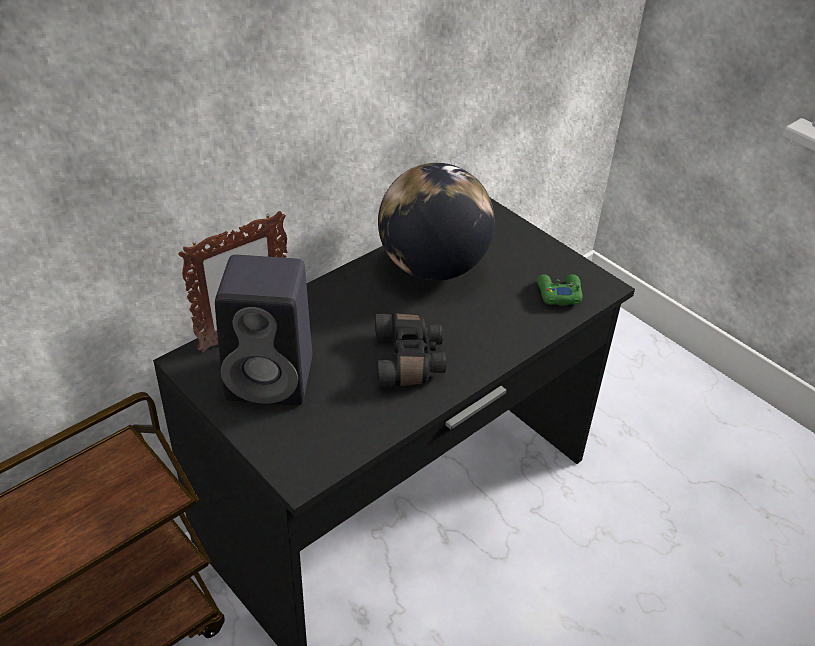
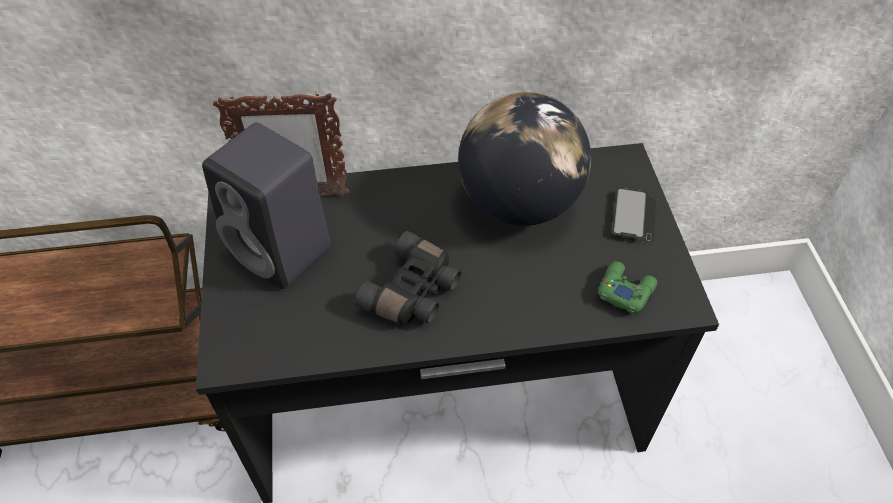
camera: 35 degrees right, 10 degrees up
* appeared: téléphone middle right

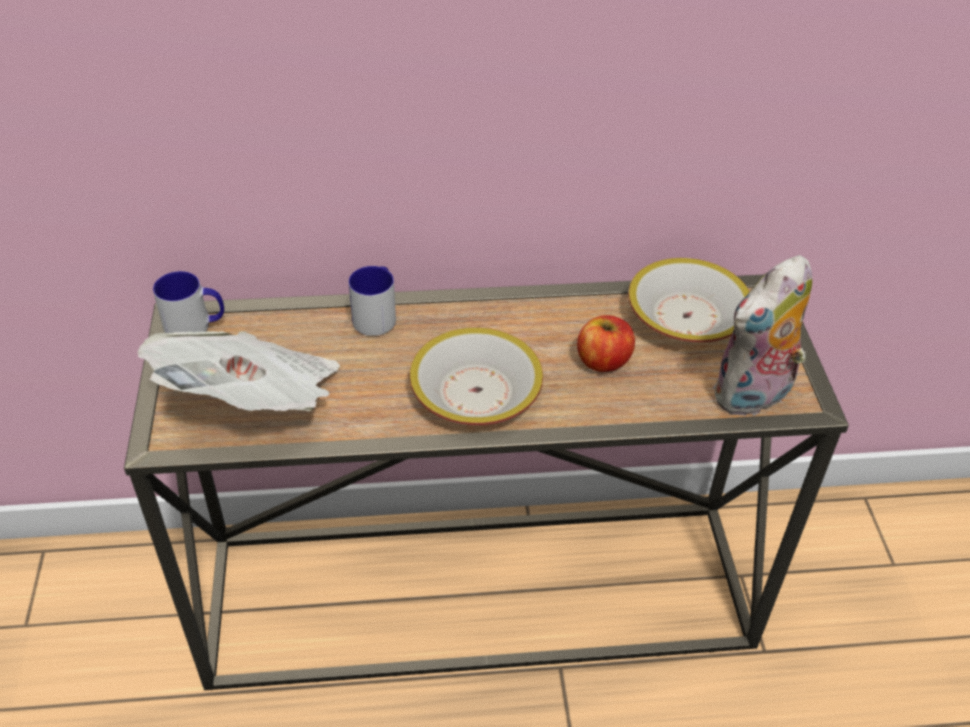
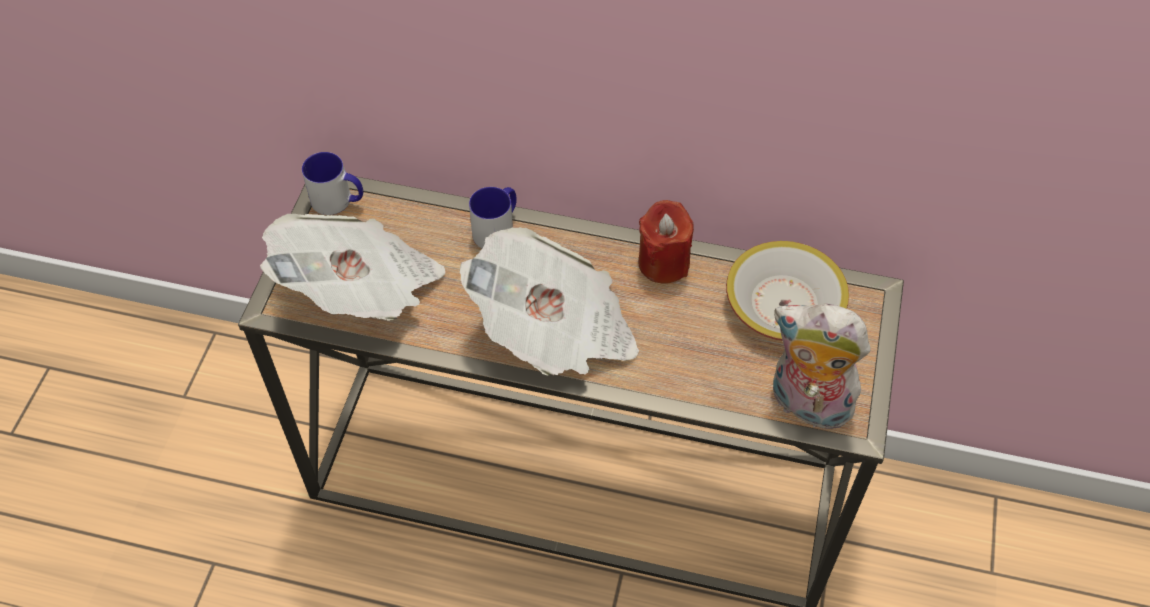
camera: 20 degrees right, 10 degrees up
* missing: pomme centre
* appeared: bougie [rouge] centre
* exchanged: bol (no. 1 from left) centre to journal (no. 2 from left) centre
* spun: peluche middle right = middle right 45 degrees clockwise

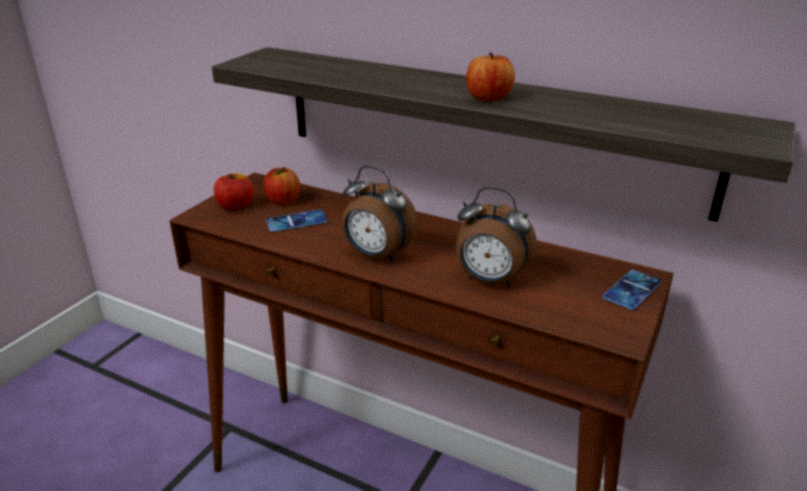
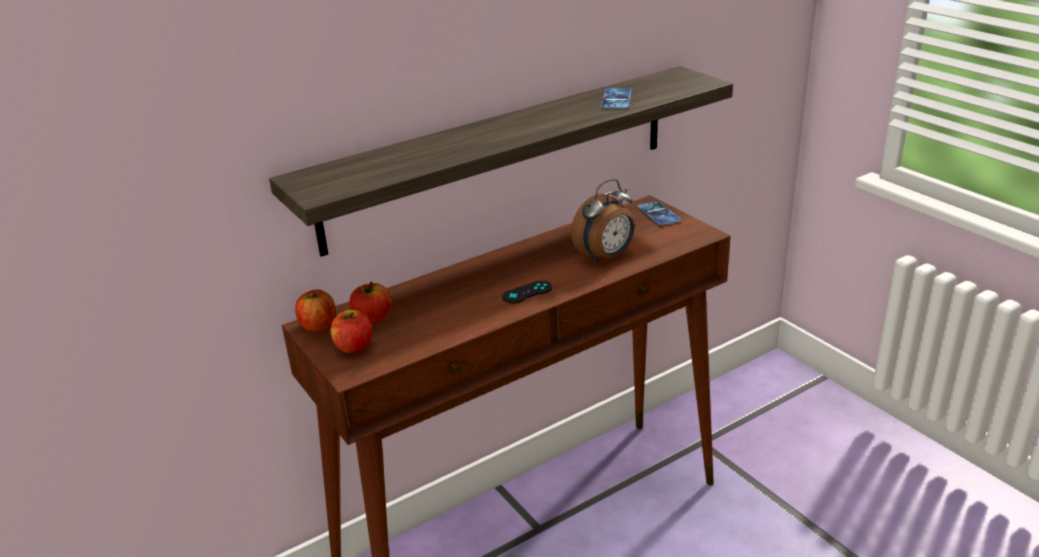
camera: 60 degrees left, 0 degrees up
* relocated: téléphone (no. 1 from left) centre to top centre
* relocated: pomme (no. 3 from left in the first image) top centre to pomme (no. 1 from left) middle left
* exchanged: réveil (no. 1 from left) centre to manette [noir] centre

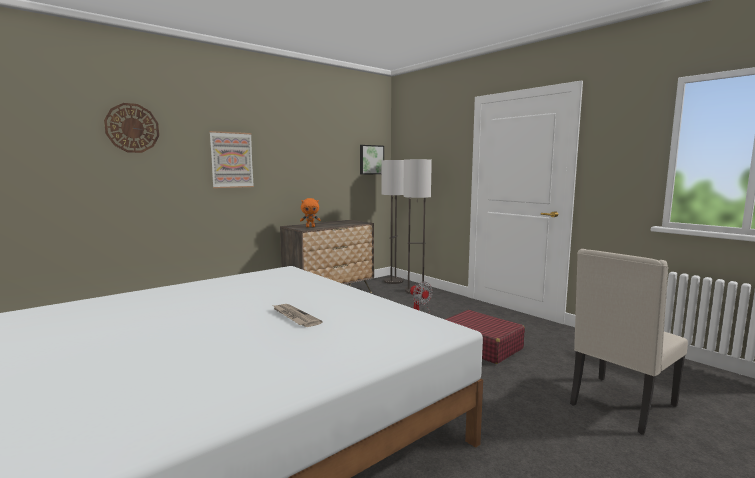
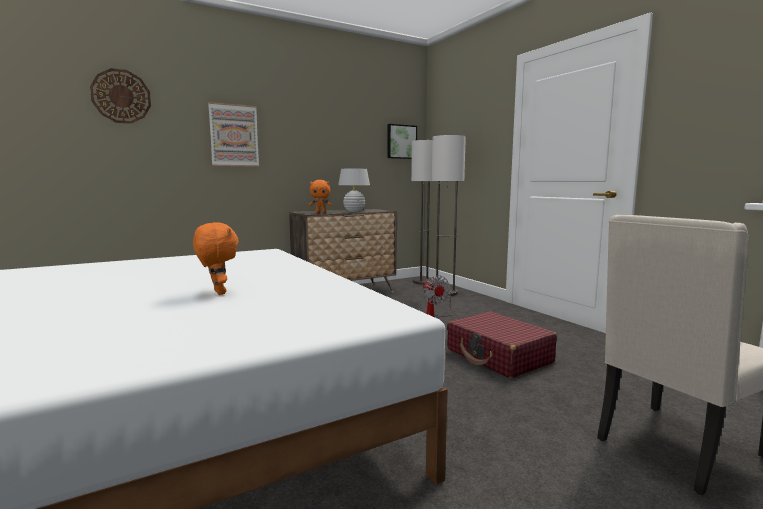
camera: 10 degrees right, 0 degrees up
* appeared: lampe de table [blanc] centre
* exchanged: journal centre to peluche [orange] (no. 1 from left) middle left

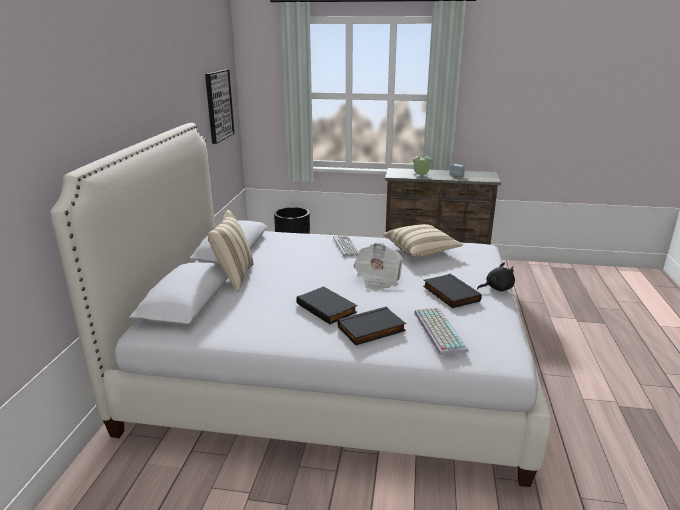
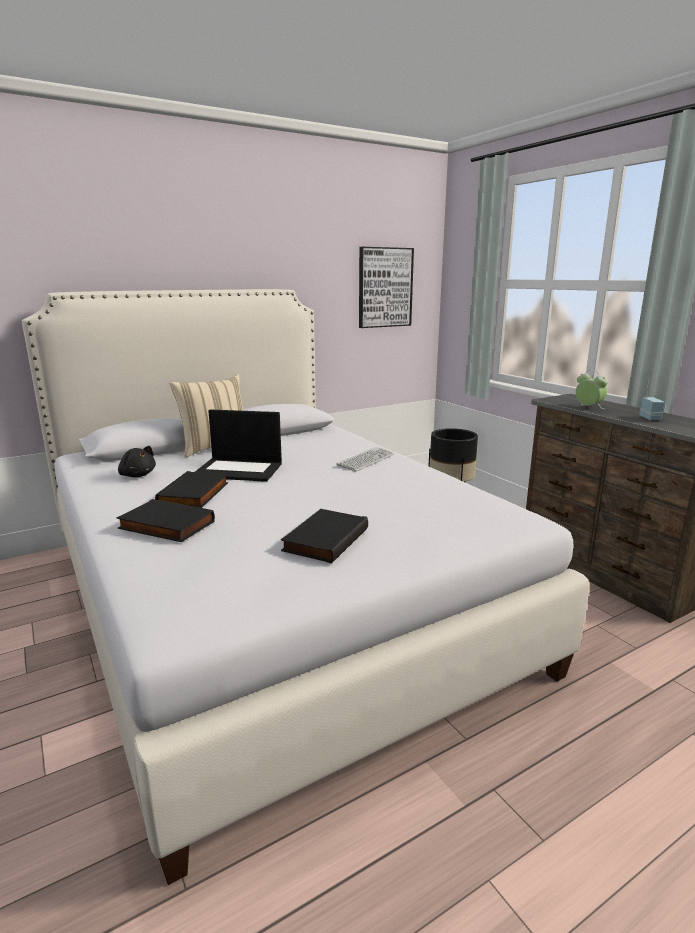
camera: 50 degrees right, 5 degrees down
* missing: journal centre
* missing: coussin [beige] (no. 2 from left) centre
* missing: clavier (no. 2 from left) centre
* appeared: ordinateur portable centre
* relocated: peluche [noir] middle right to middle left

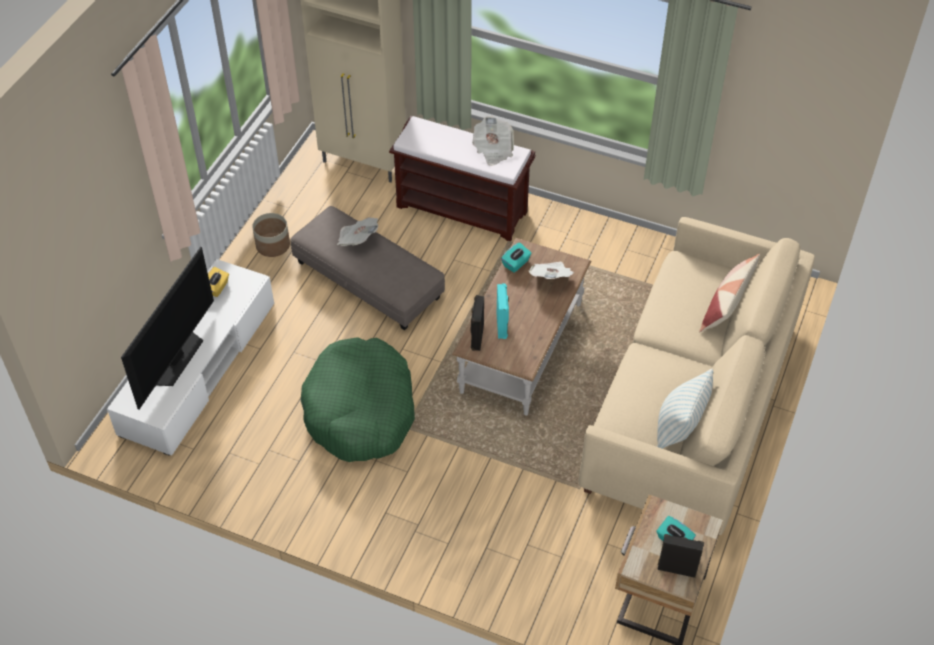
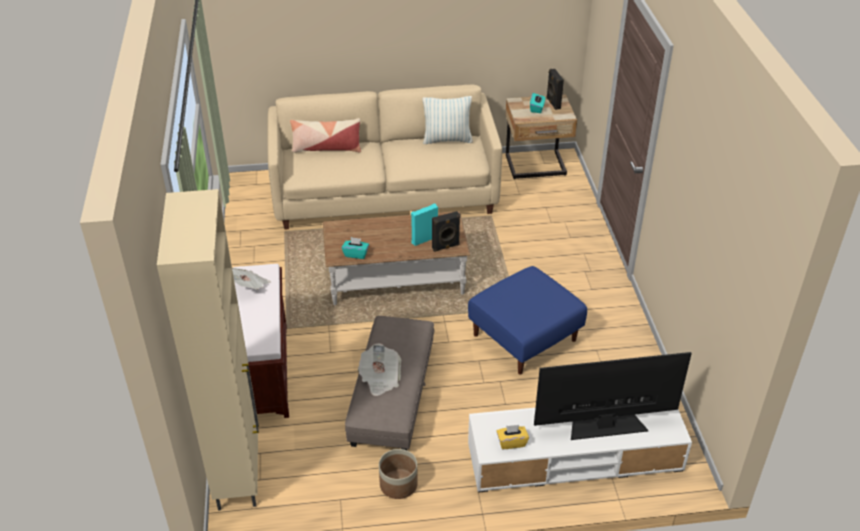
camera: 120 degrees left, 10 degrees down
* missing: journal (no. 3 from left) centre
* exchanged: panier pour chien [vert] centre to pouf [bleu] centre

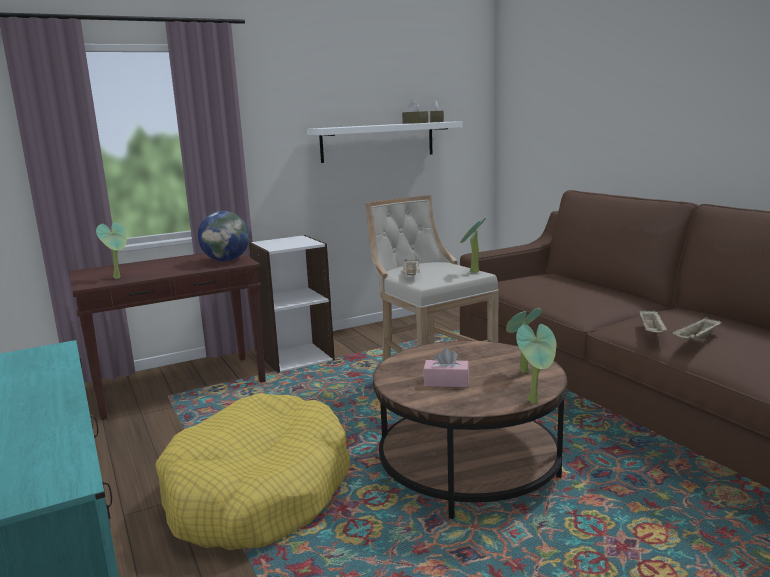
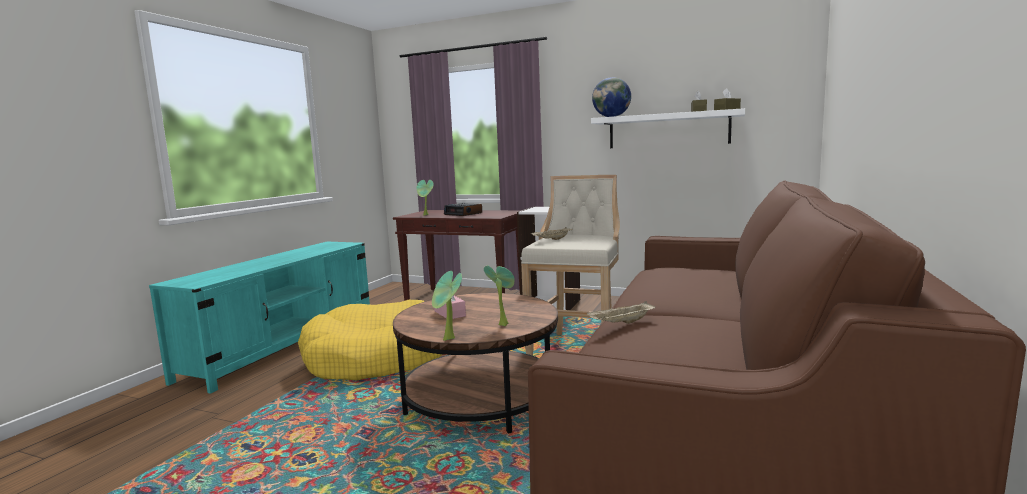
camera: 50 degrees right, 5 degrees down
* missing: plante en pot (no. 2 from left) centre
* missing: plateau [beige] (no. 3 from left) middle right
* appeared: réveil centre
* relocated: globe middle left to top centre

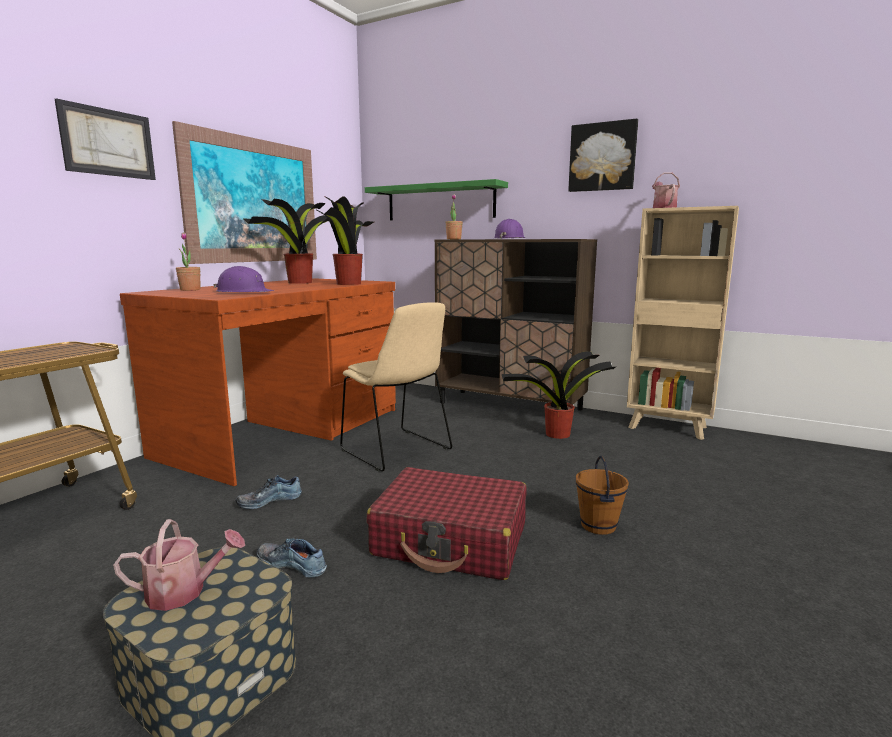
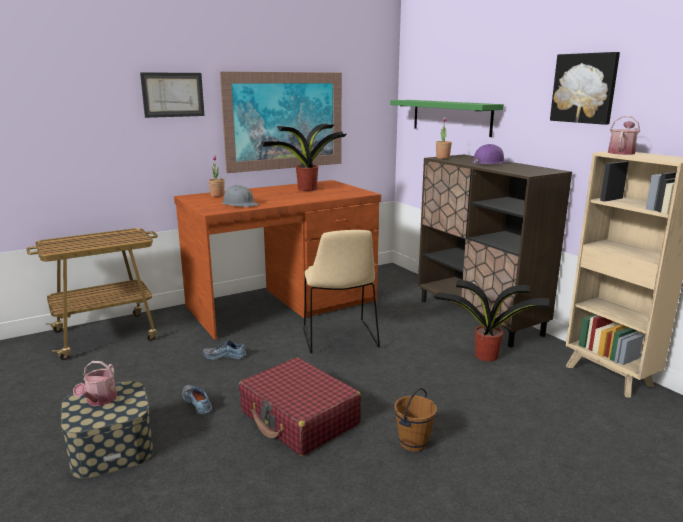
camera: 30 degrees right, 5 degrees up
* missing: plante en pot (no. 3 from left) top centre
* colour: casque de chantier [violet] (no. 1 from left) middle left to casque de chantier [gris] centre
* spun: arrosoir (no. 1 from left) bottom left = bottom left 75 degrees clockwise

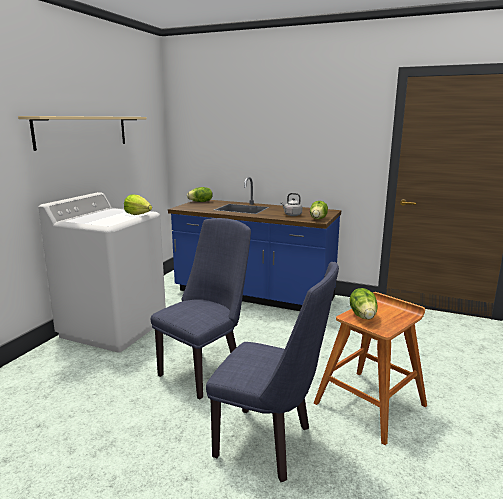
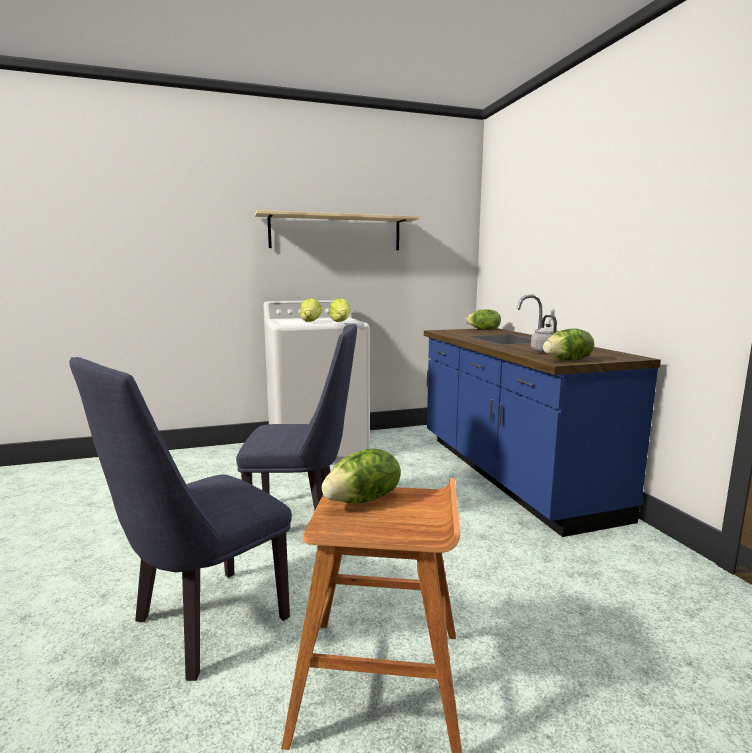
camera: 50 degrees right, 5 degrees down
* appeared: laitue (no. 1 from left) centre
* spun: chaise [bleu] (no. 2 from left in the first image) bottom centre = bottom left 60 degrees clockwise

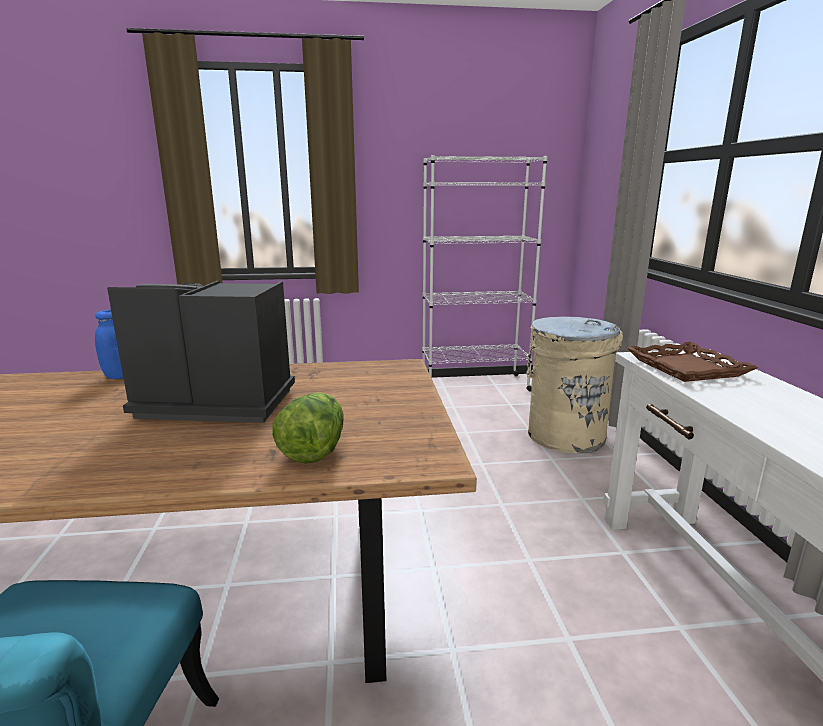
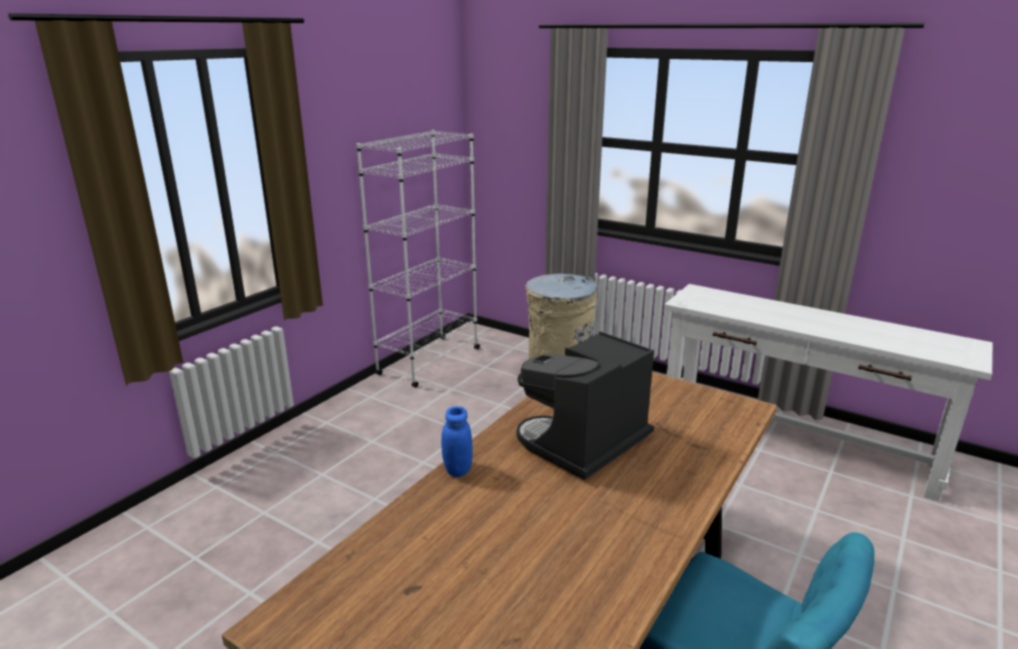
camera: 50 degrees left, 5 degrees up
* missing: laitue centre
* missing: plateau [marron] middle right

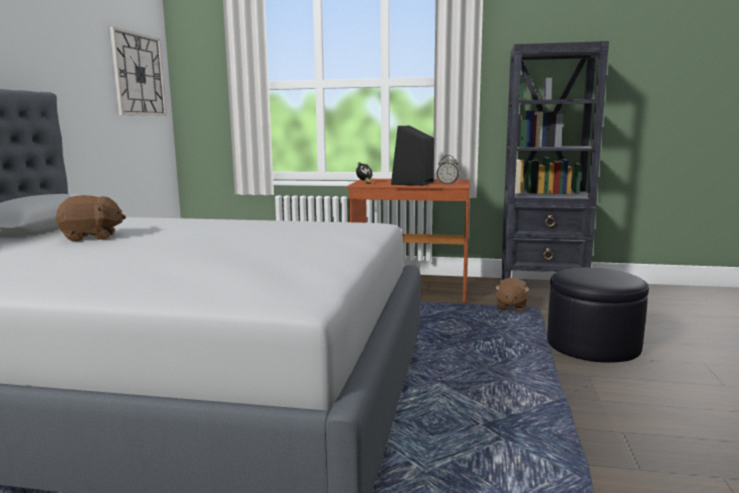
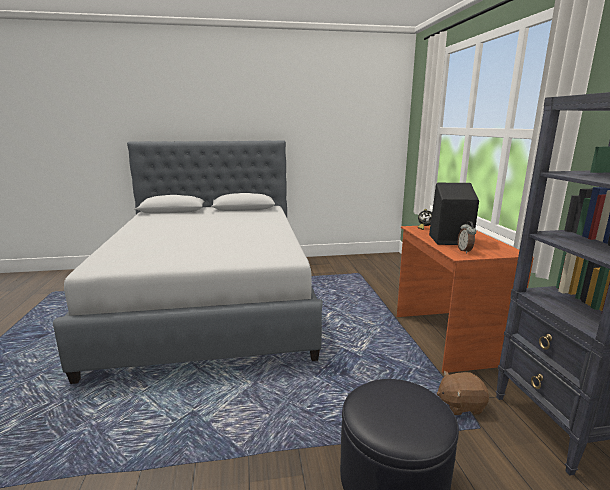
camera: 70 degrees right, 5 degrees up
* missing: peluche [marron] (no. 1 from left) middle left
* missing: horloge murale top left

